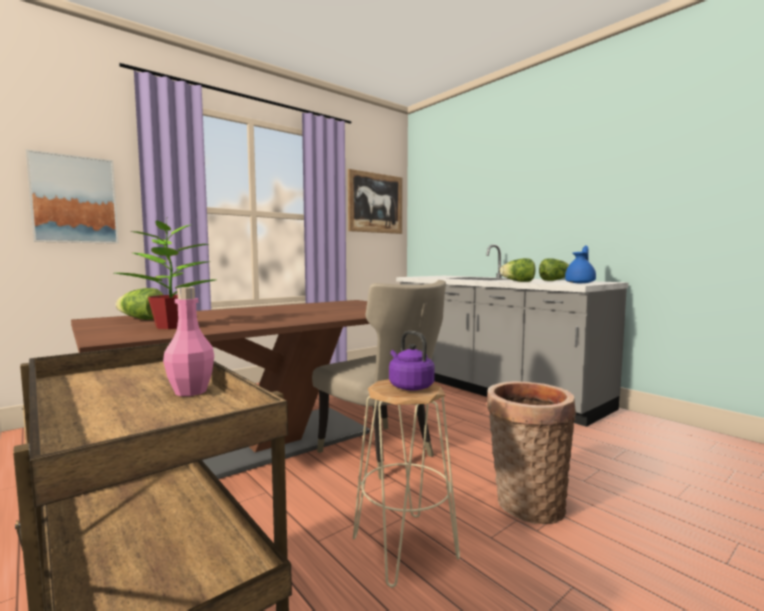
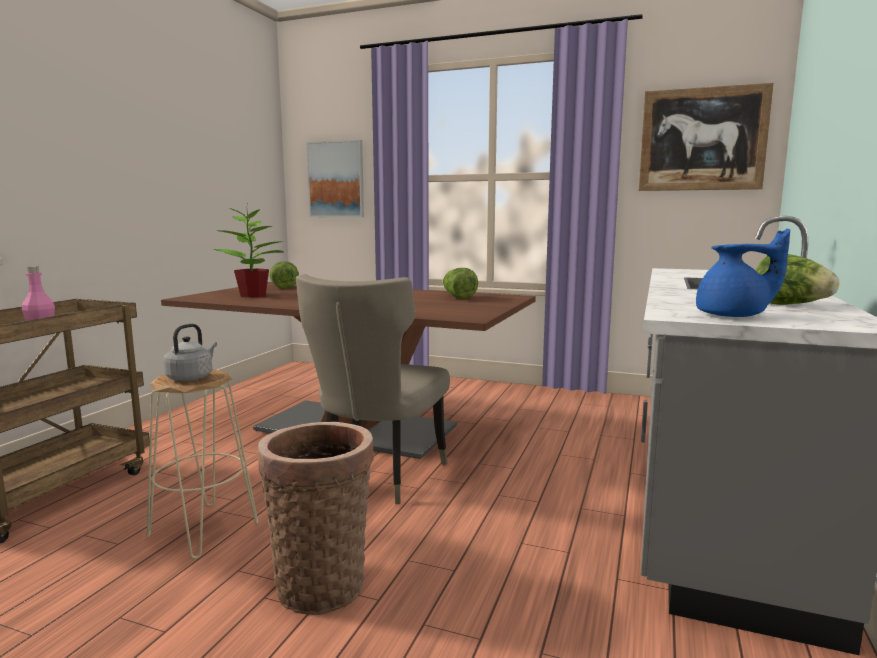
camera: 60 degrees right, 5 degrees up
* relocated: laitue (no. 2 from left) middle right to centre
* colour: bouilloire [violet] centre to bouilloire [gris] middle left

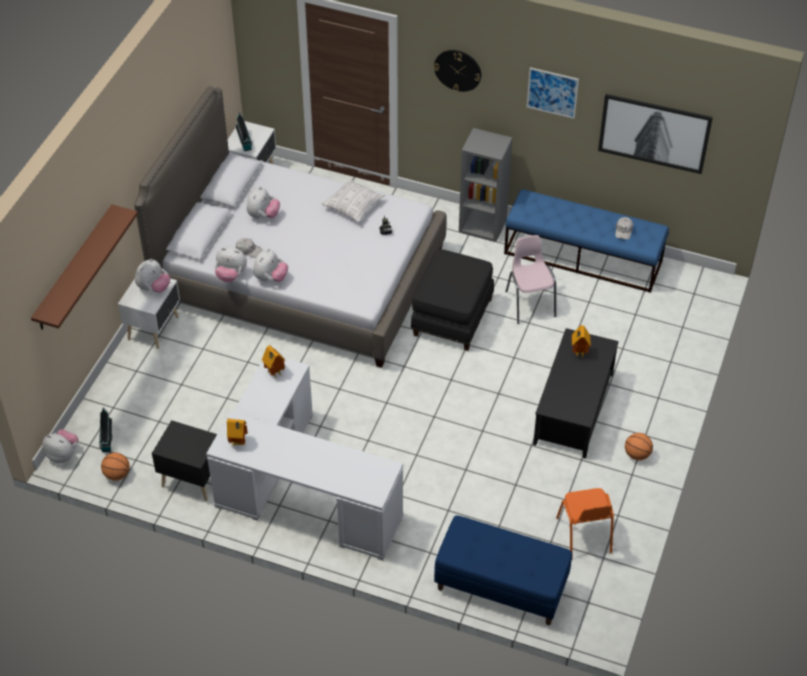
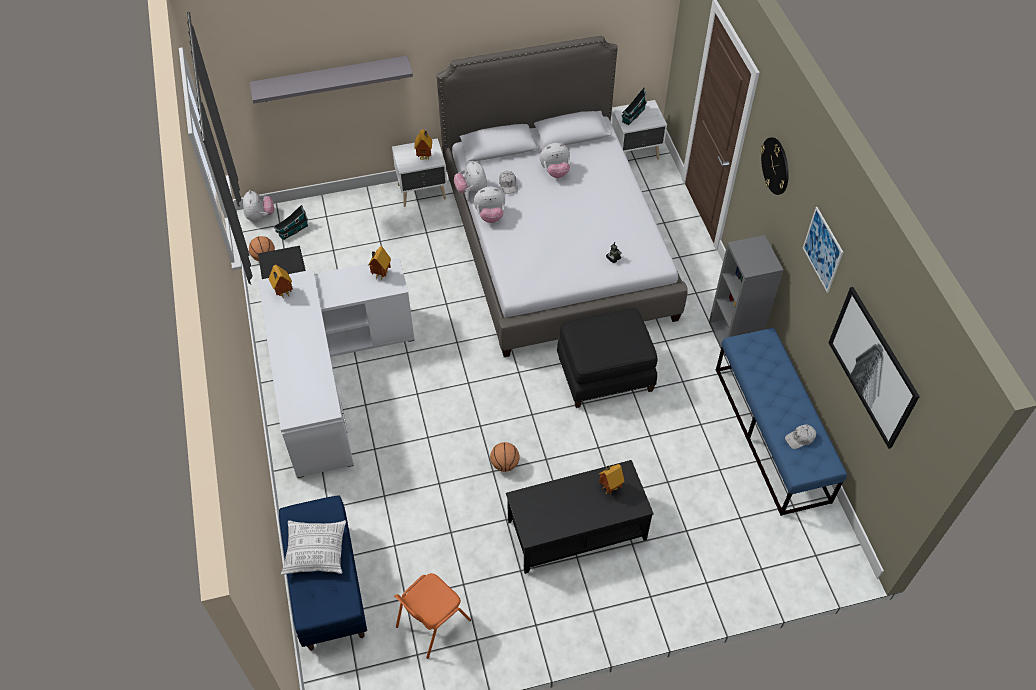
camera: 55 degrees right, 5 degrees up
* missing: chaise [rose] centre
* relocated: coussin top centre to bottom left
* relocated: ballon de basket (no. 2 from left) middle right to centre
* exchanged: peluche (no. 2 from left) middle left to maison miniature (no. 4 from left) top centre
* colour: étagère [marron] middle left to étagère [gris] top left

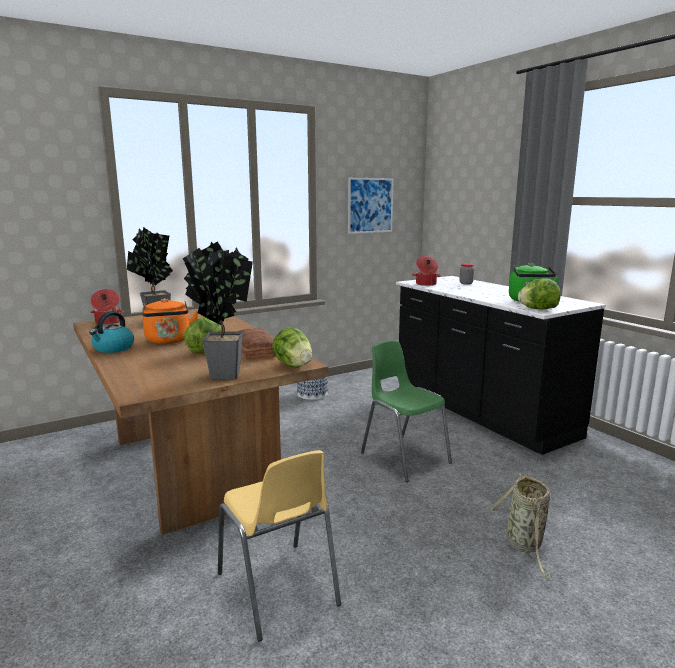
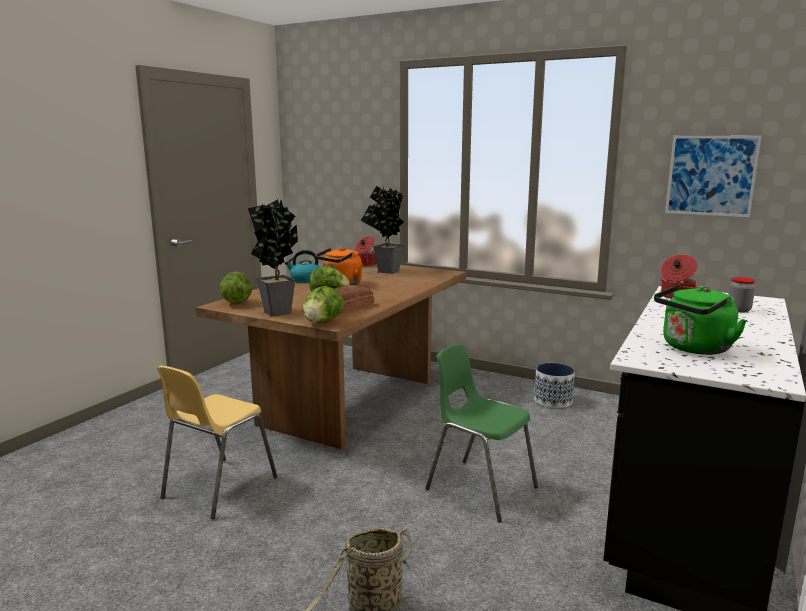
camera: 60 degrees right, 0 degrees up
* relocated: laitue (no. 3 from left in the first image) middle right to laitue (no. 1 from left) middle left
* spun: chaise [vert] centre = bottom centre 75 degrees counterclockwise

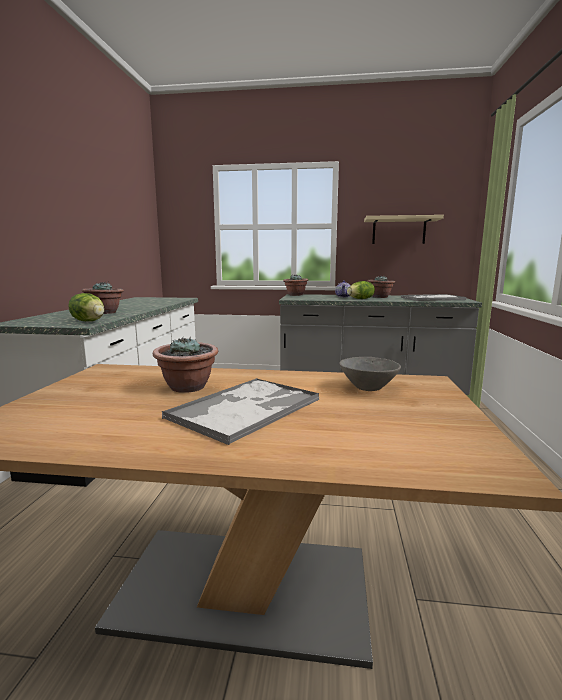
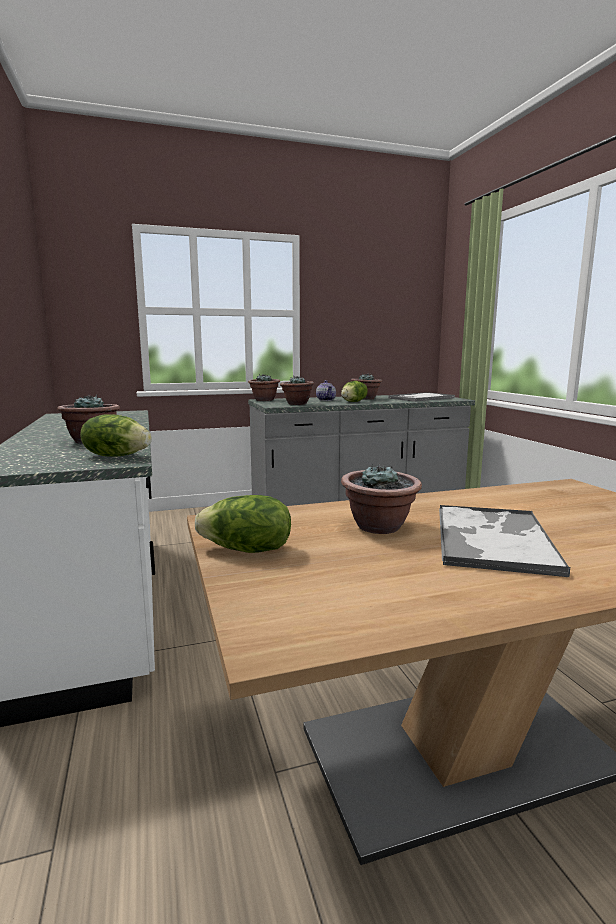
camera: 25 degrees left, 0 degrees up
* missing: bol [gris] centre
* missing: étagère [beige] top right
* appeared: laitue (no. 2 from left) centre
* appeared: plante en pot (no. 3 from left) centre

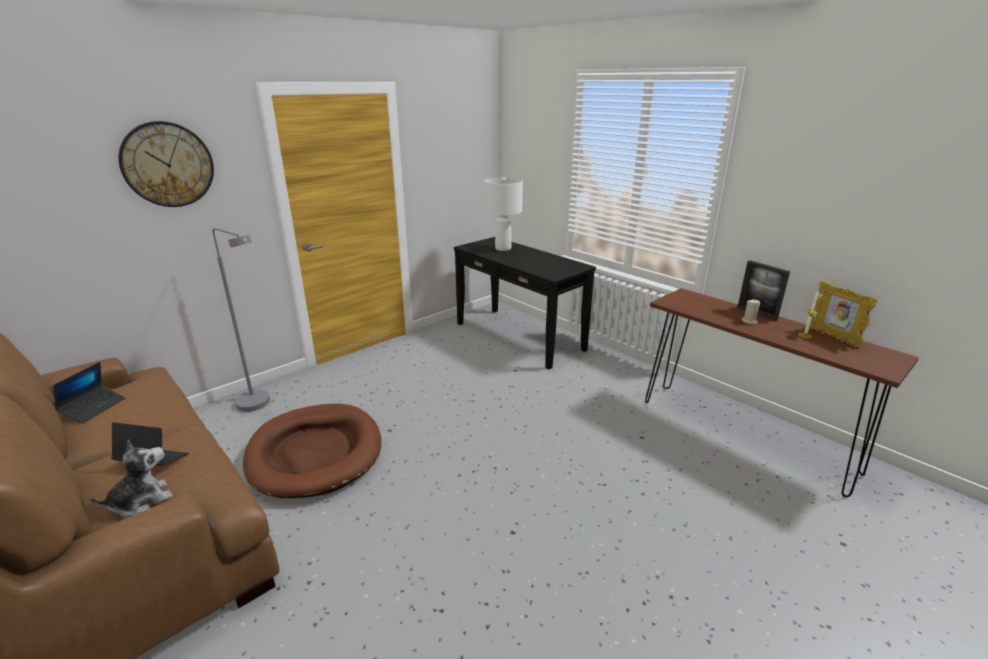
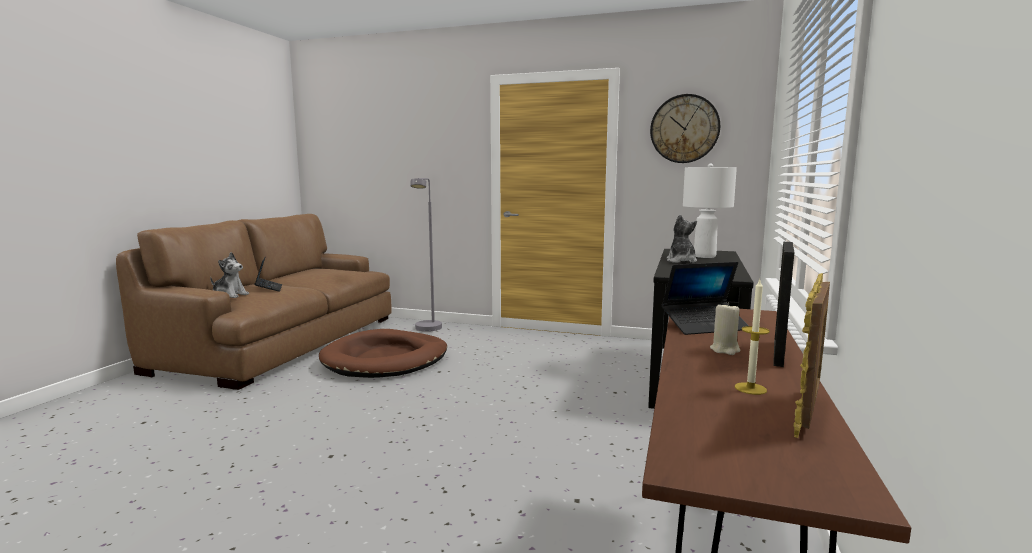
camera: 60 degrees right, 15 degrees down
* appeared: peluche (no. 2 from left) centre
* relocated: ordinateur portable (no. 1 from left in the first image) middle left to ordinateur portable (no. 2 from left) middle right
* relocated: horloge murale top left to top centre

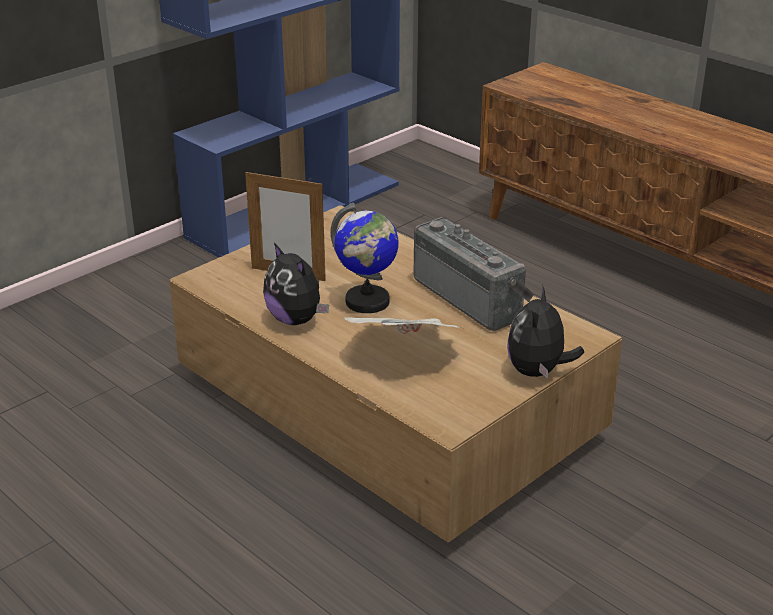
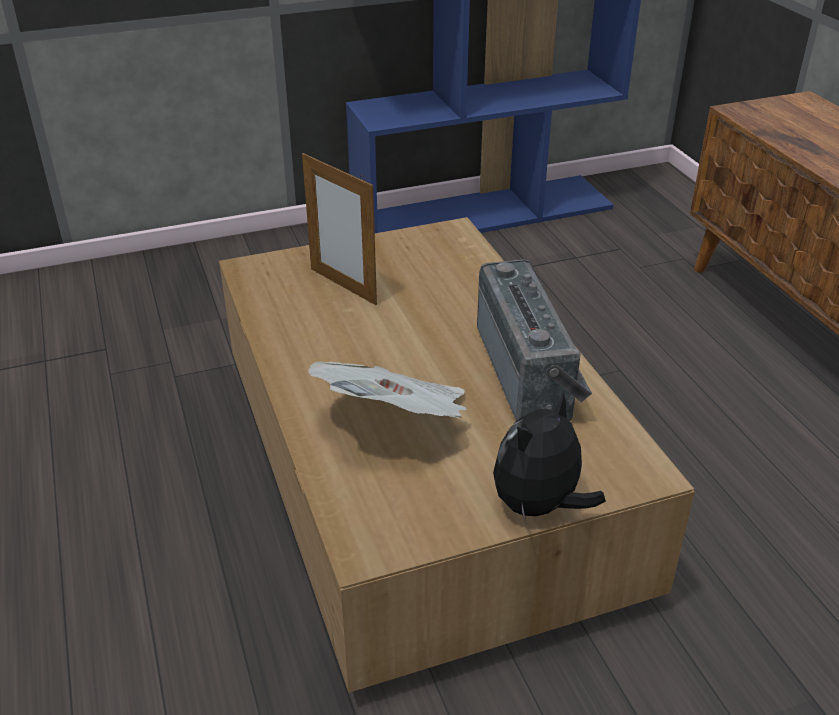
camera: 25 degrees right, 5 degrees up
* missing: peluche (no. 1 from left) centre
* missing: globe centre

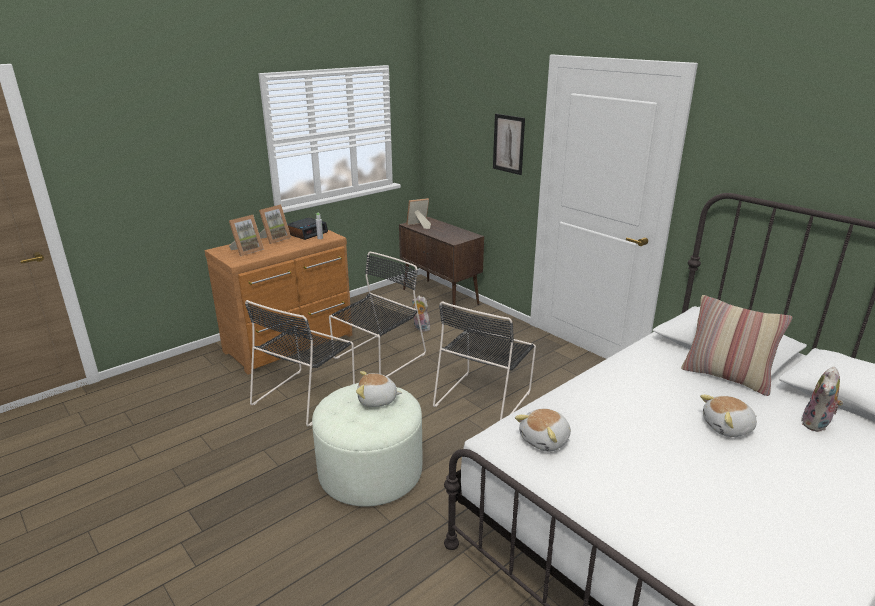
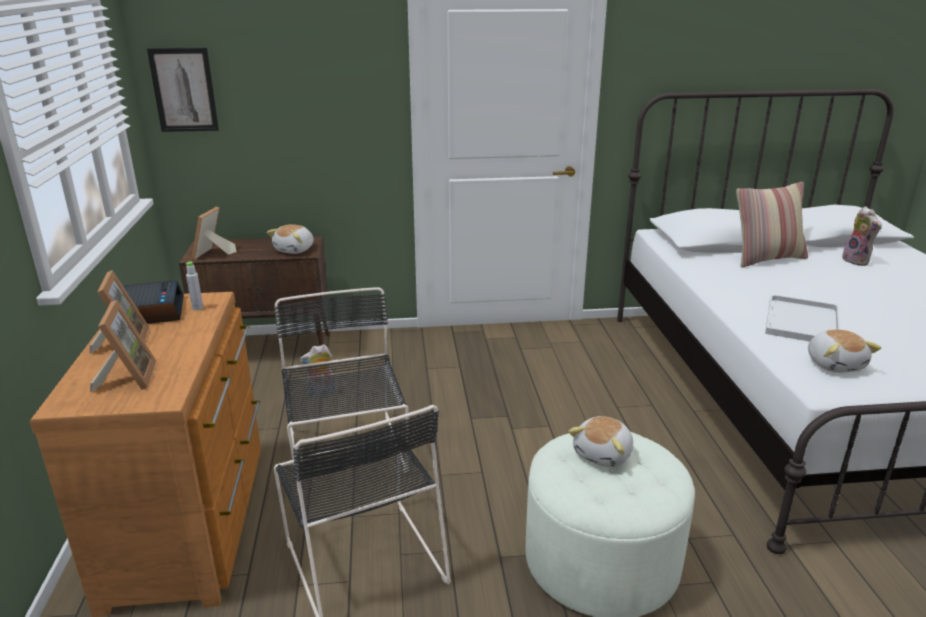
camera: 55 degrees left, 0 degrees up
* missing: chaise [noir] (no. 3 from left) centre
* appeared: plateau [blanc] middle right
* relocated: tableau top centre to top left
* relocated: peluche (no. 4 from left in the first image) bottom right to peluche (no. 1 from left) middle left

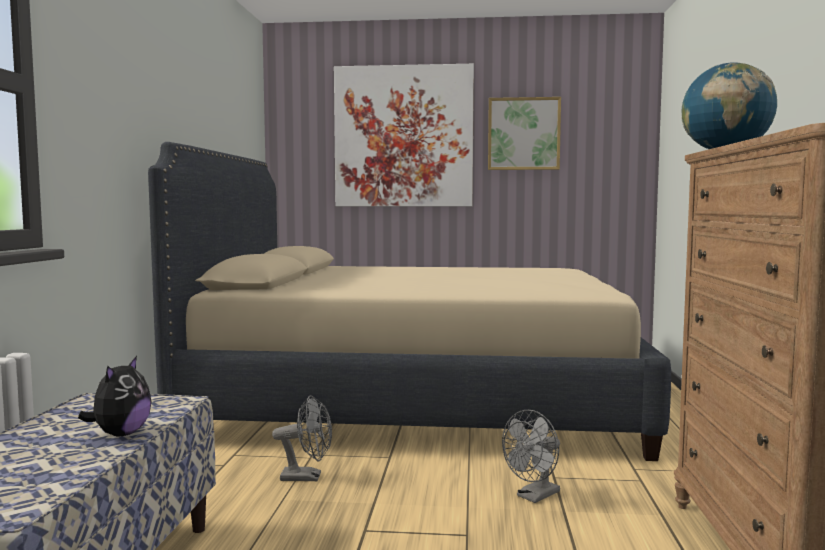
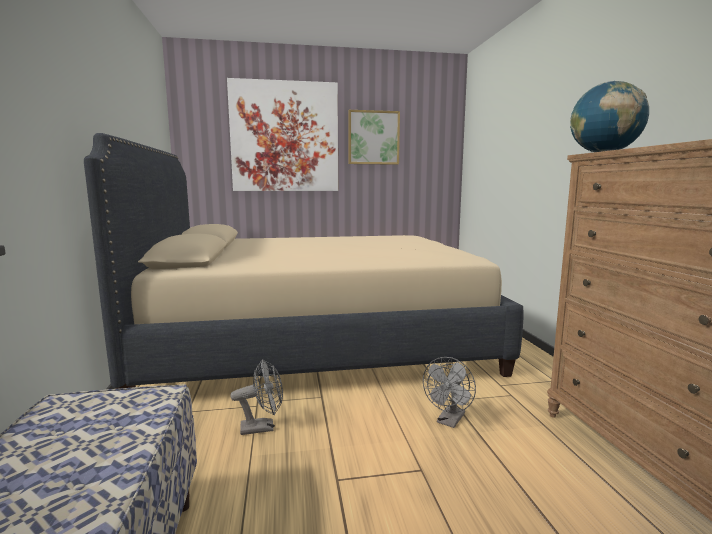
camera: 15 degrees left, 5 degrees up
* missing: peluche bottom left

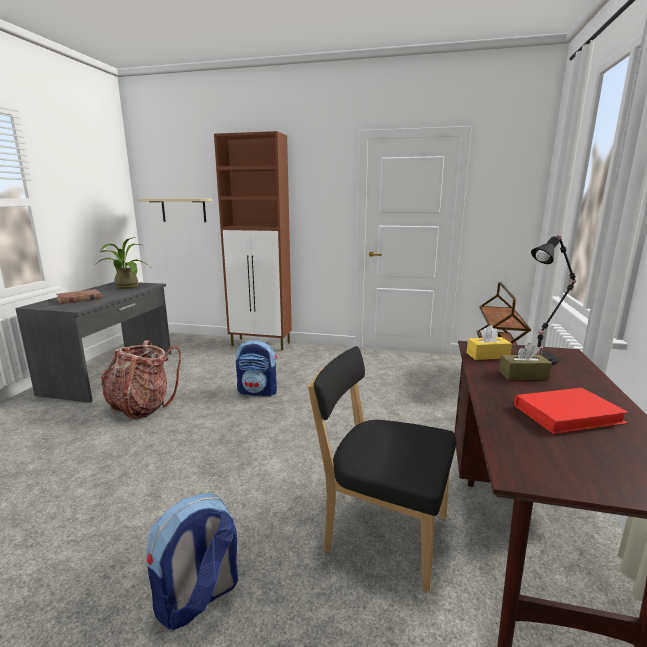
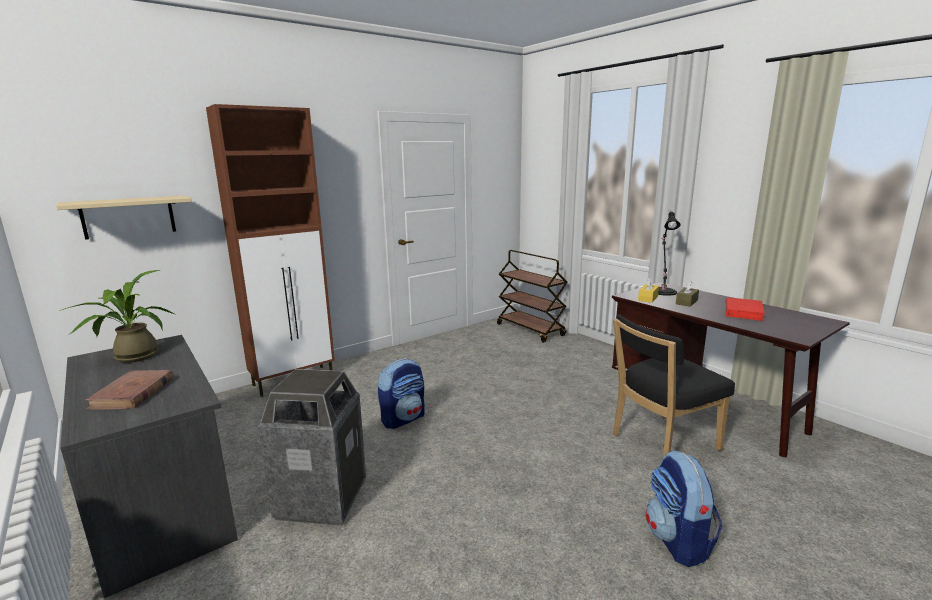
camera: 50 degrees left, 0 degrees up
* exchanged: sac à dos (no. 1 from left) middle left to poubelle bottom centre

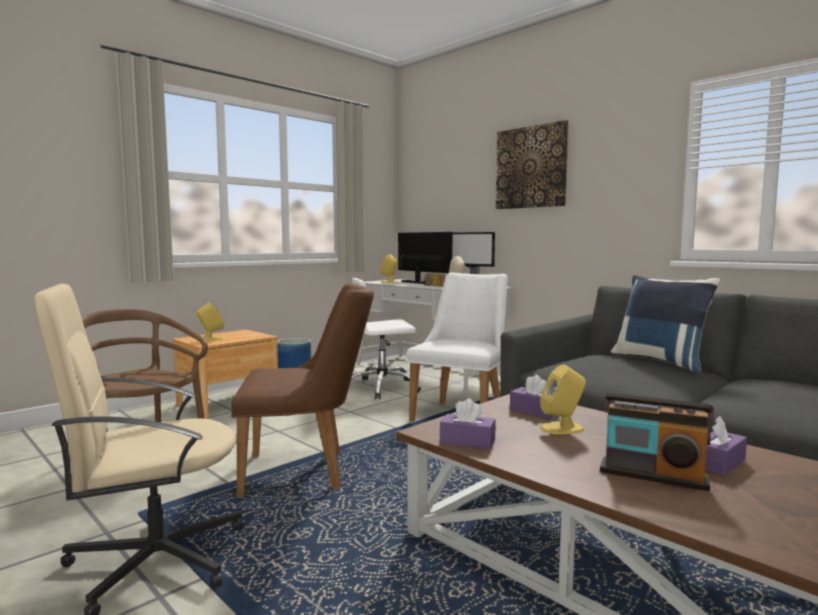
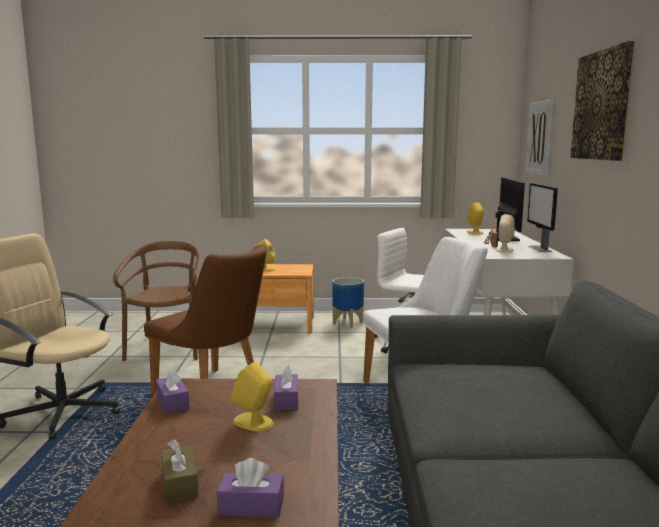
camera: 45 degrees right, 5 degrees up
* missing: coussin [bleu] middle right
* appeared: tableau (no. 1 from left) top right
* exchanged: radio (no. 2 from left) bottom right to boîte à mouchoirs [marron] bottom left

